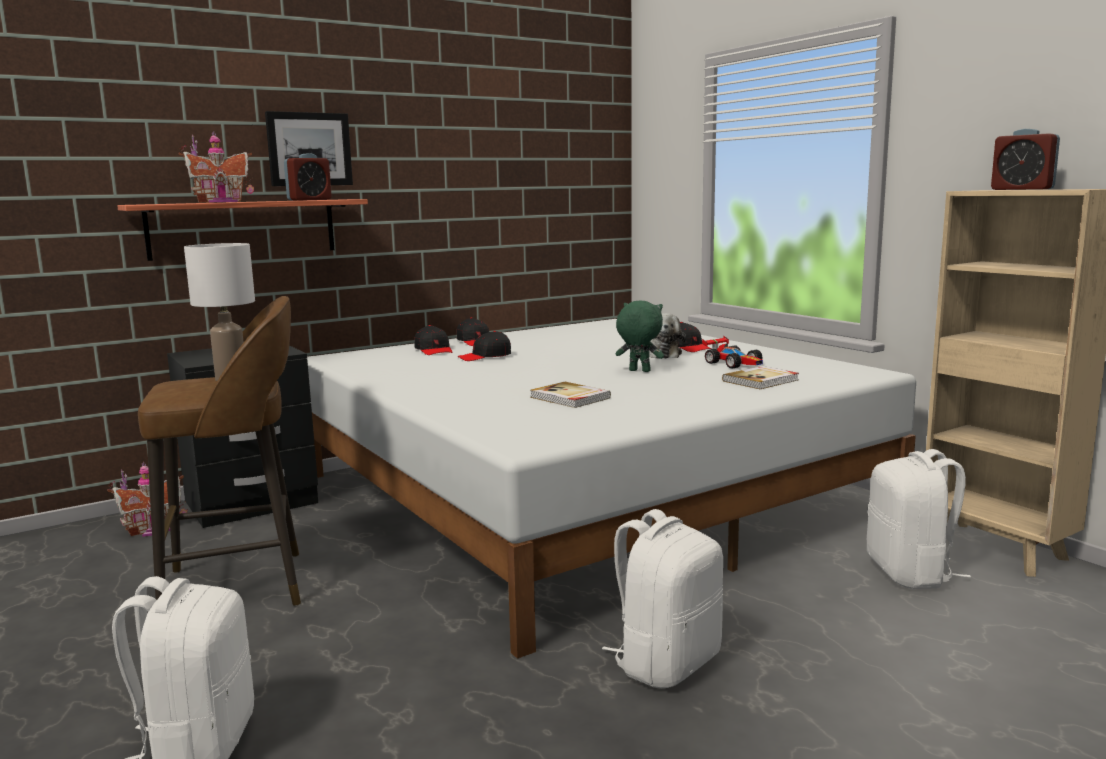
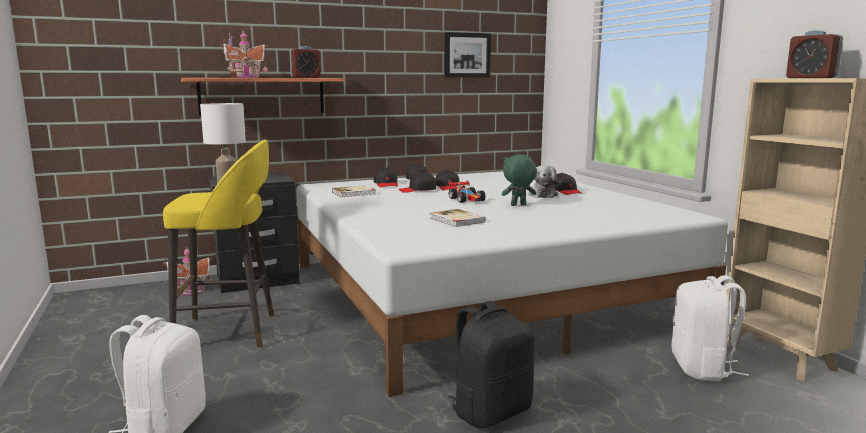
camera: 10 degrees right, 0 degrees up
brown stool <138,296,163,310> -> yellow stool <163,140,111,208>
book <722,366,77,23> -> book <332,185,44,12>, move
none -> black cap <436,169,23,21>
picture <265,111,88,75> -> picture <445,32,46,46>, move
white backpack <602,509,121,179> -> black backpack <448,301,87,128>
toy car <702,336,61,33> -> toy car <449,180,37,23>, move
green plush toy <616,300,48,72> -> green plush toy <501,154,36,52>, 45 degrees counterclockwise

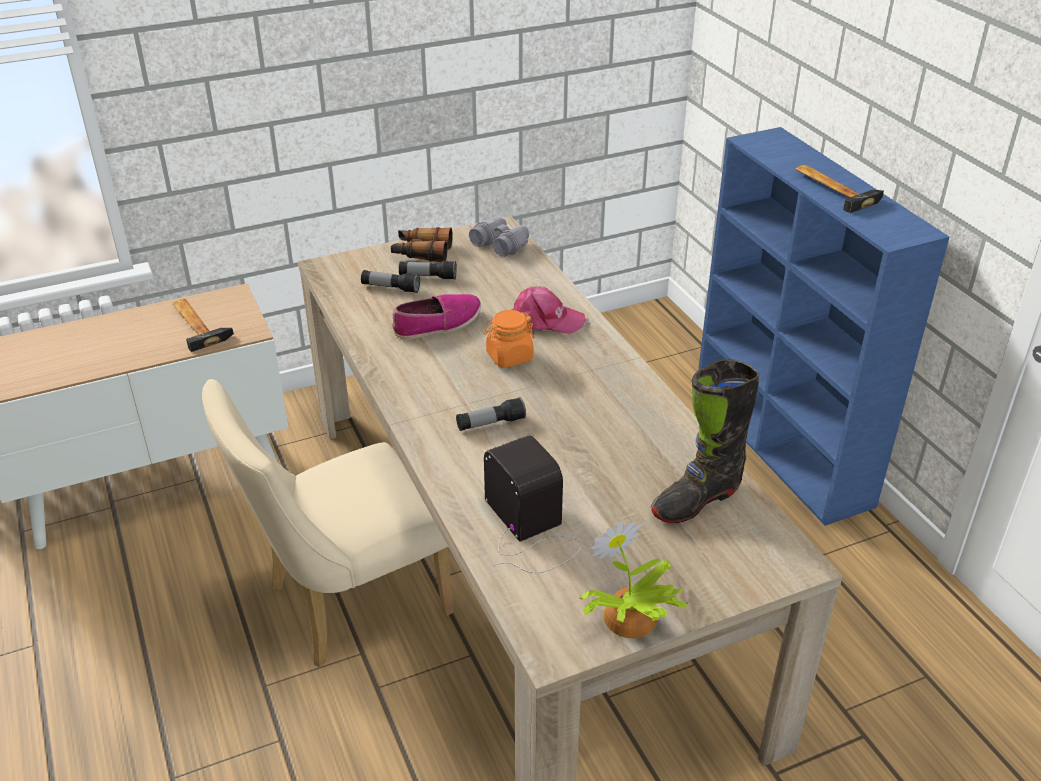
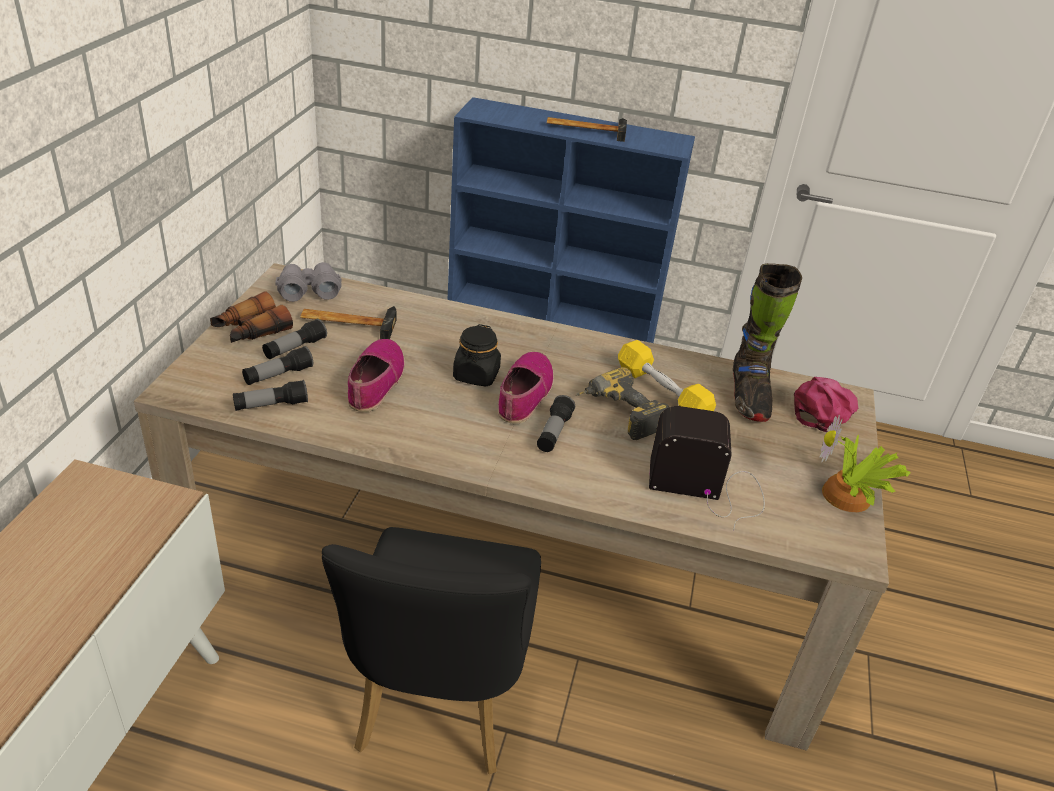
camera: 55 degrees left, 0 degrees up
none -> flashlight <233,380,75,31>
hammer <172,299,61,53> -> hammer <300,306,97,33>, move
beige chair <202,379,252,288> -> black chair <322,527,219,247>
orange jar <484,310,50,58> -> black jar <453,324,48,62>
none -> shoe <498,352,56,72>
none -> power drill <576,367,93,73>
none -> yellow dumbbell <618,340,98,71>
pink cap <513,287,72,47> -> pink cap <794,377,64,55>, move

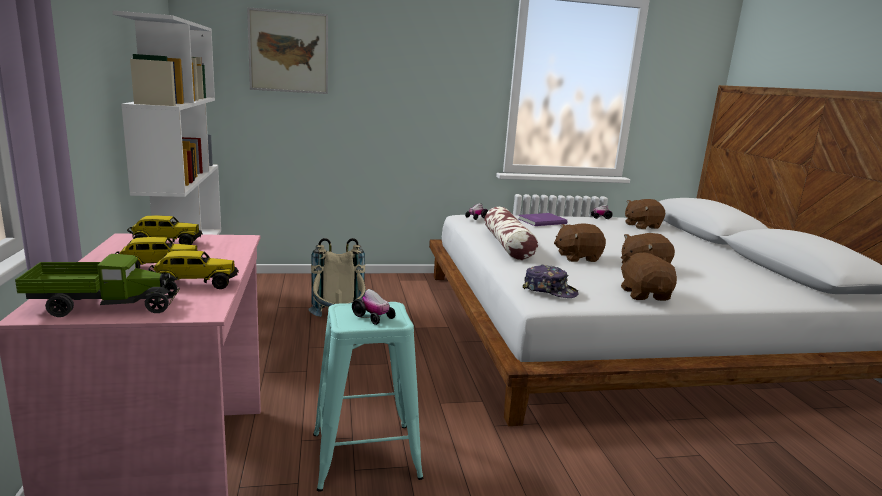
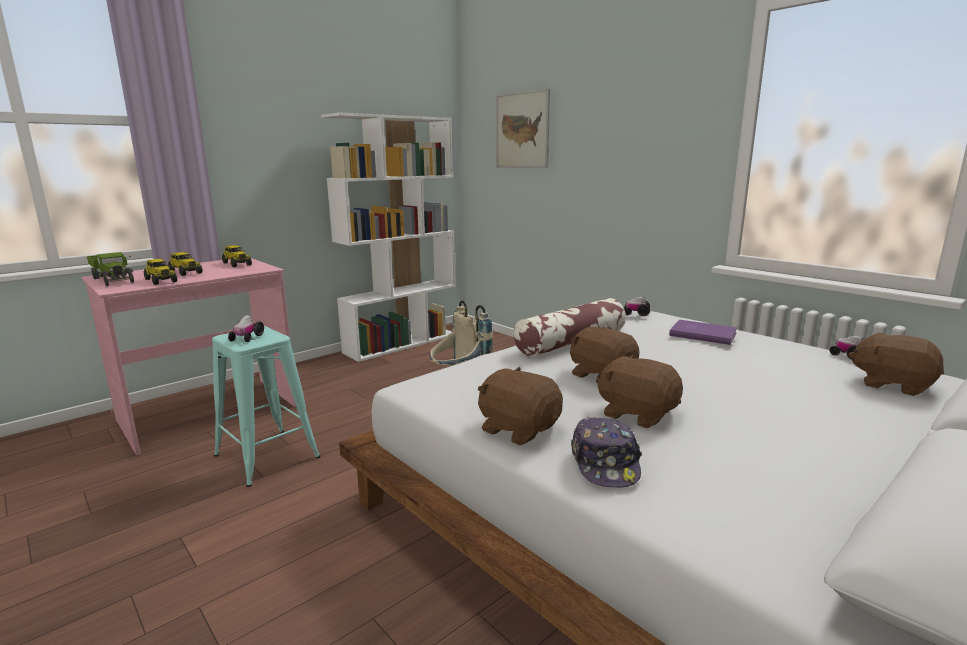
camera: 60 degrees right, 0 degrees up
brown plush toy <621,252,56,49> -> brown plush toy <478,367,85,78>, 105 degrees counterclockwise
cap <522,264,57,34> -> cap <571,417,71,71>, move

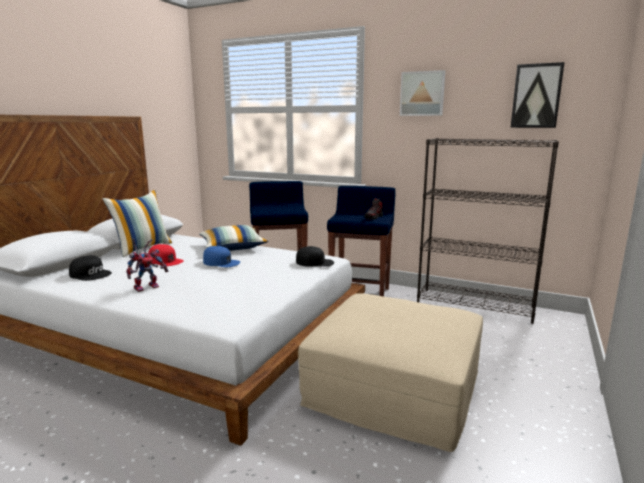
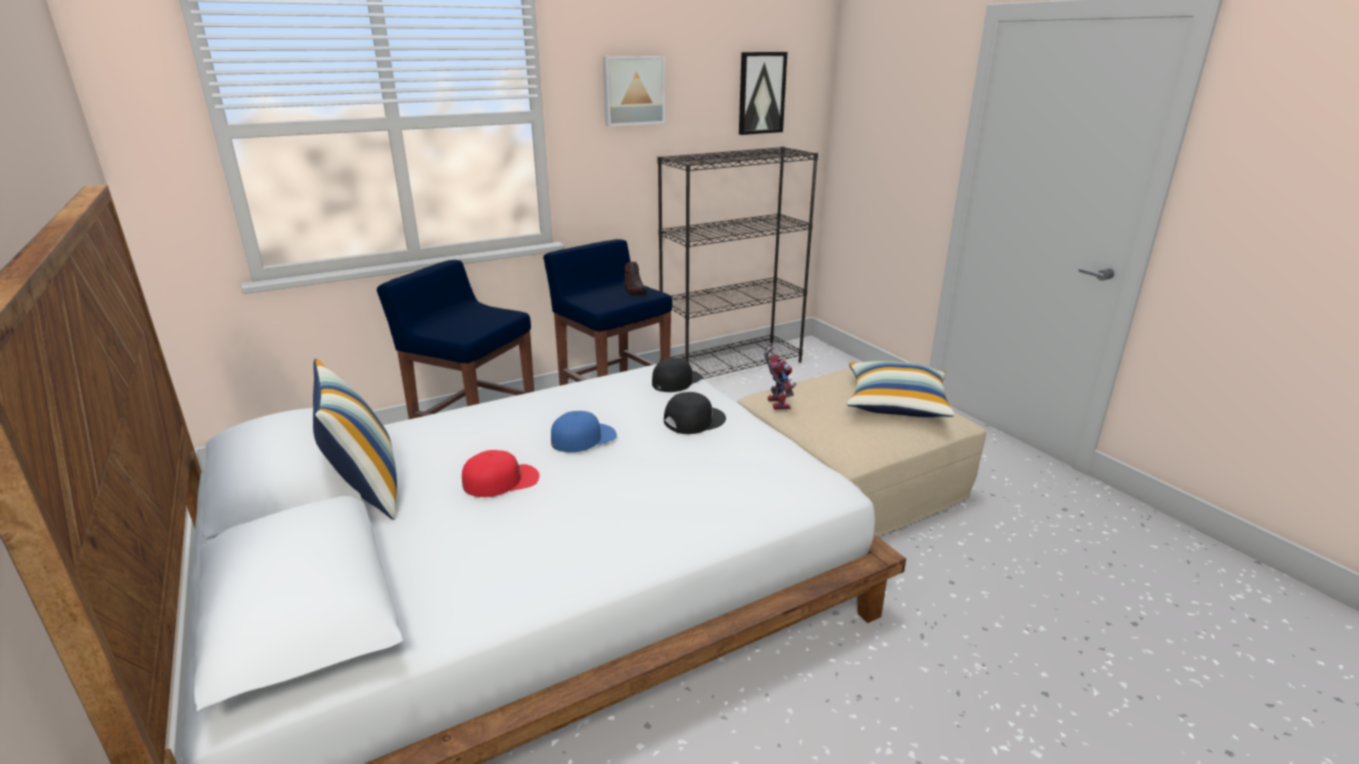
camera: 55 degrees left, 10 degrees up
black cap <69,255,43,26> -> black cap <664,392,62,42>, move
toy robot <126,238,43,54> -> toy robot <764,343,33,67>, move
pillow <199,225,69,26> -> pillow <846,361,109,56>, move

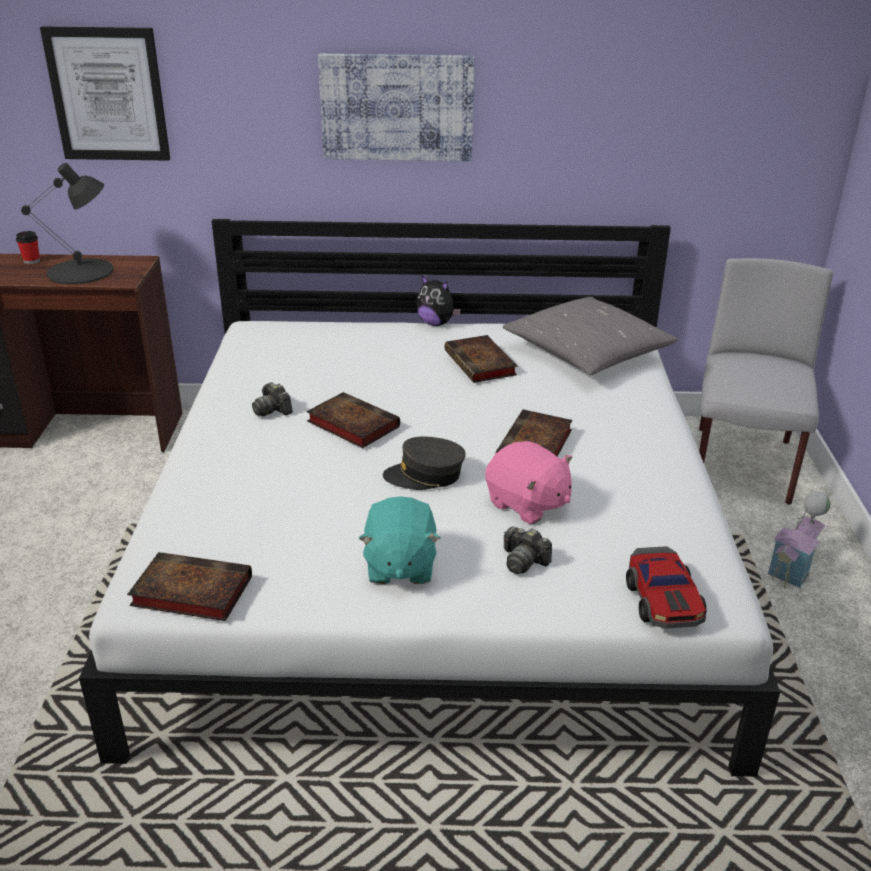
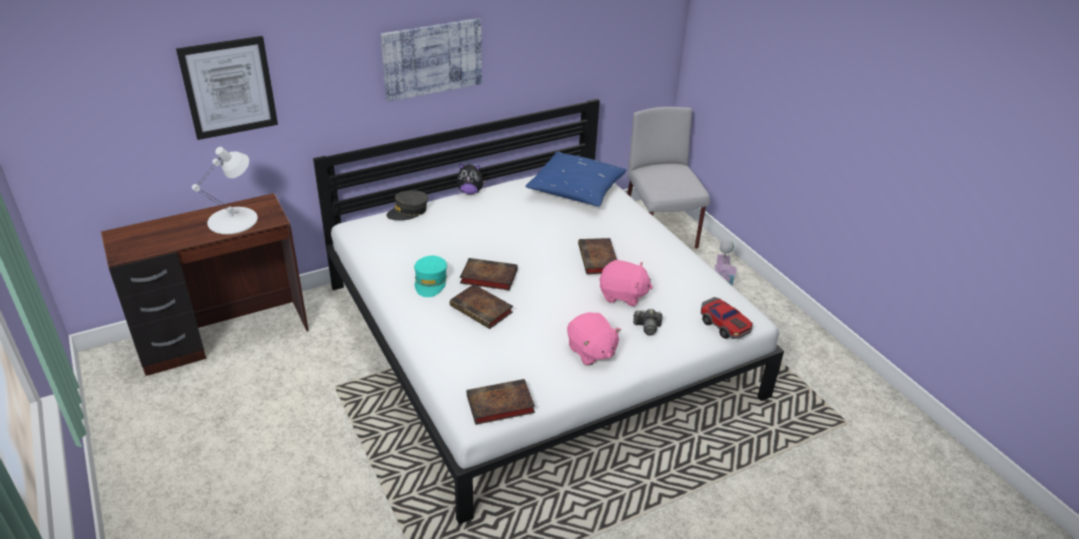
camera: 30 degrees left, 5 degrees up
black table lamp <21,163,93,121> -> white table lamp <192,147,66,87>
grey cap <383,437,83,53> -> grey cap <386,190,42,30>, move
photo camera <252,382,41,35> -> turquoise cap <414,256,33,41>
book <445,335,72,48> -> book <450,284,63,45>, move
grey pillow <503,297,175,78> -> blue pillow <525,151,102,56>
turquoise plush toy <358,496,83,88> -> pink plush toy <567,312,54,53>
cup <16,231,24,33> -> none

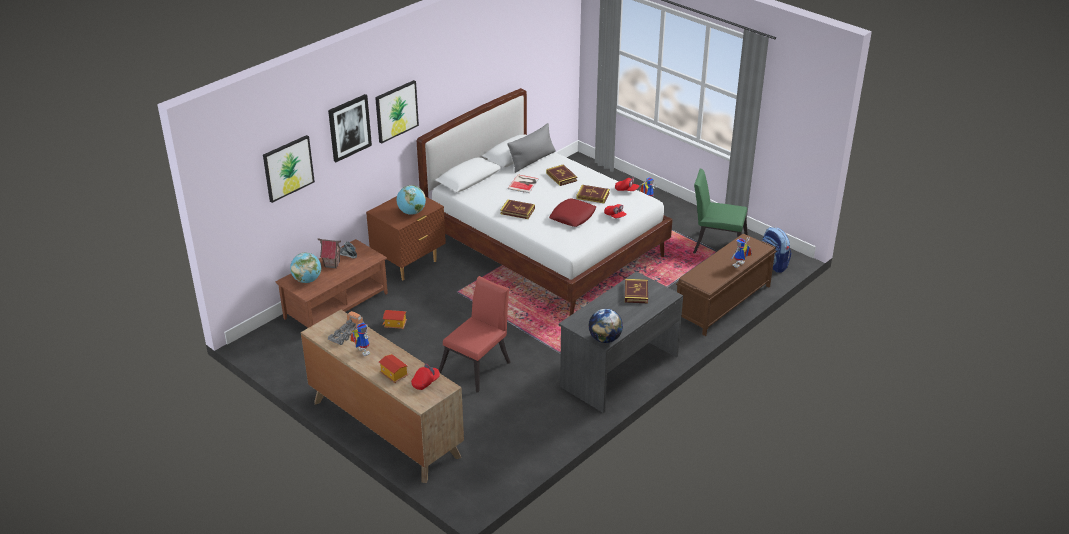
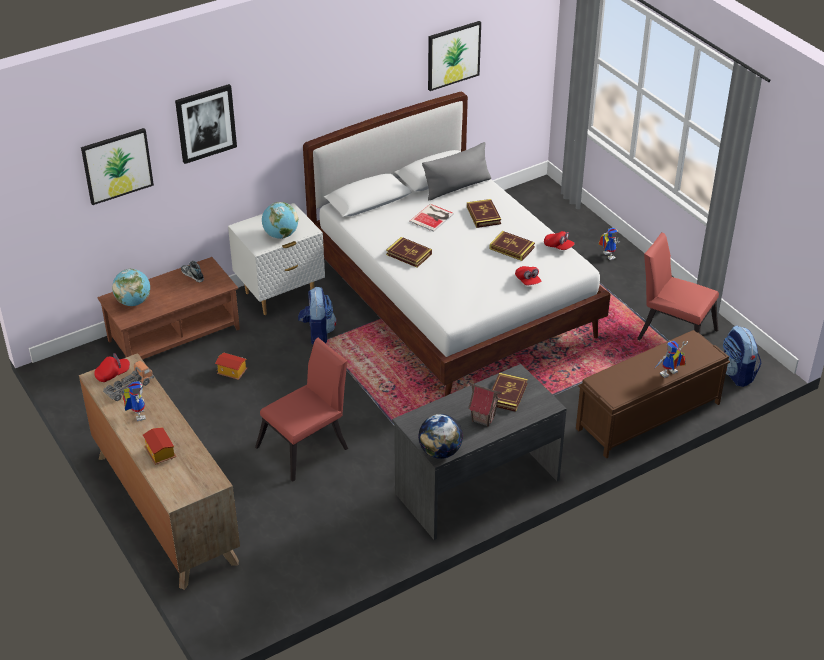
camera: 15 degrees right, 5 degrees up
red cap <411,364,29,26> -> red cap <94,353,36,29>, move
brown nightstand <366,196,80,84> -> white nightstand <228,203,97,112>
none -> backpack <298,287,38,58>
picture <375,80,44,64> -> picture <428,21,53,70>, move
toy house <317,238,24,31> -> toy house <468,382,33,45>, move
green chair <693,168,55,85> -> red chair <637,232,82,108>
red pillow <549,199,47,28> -> none

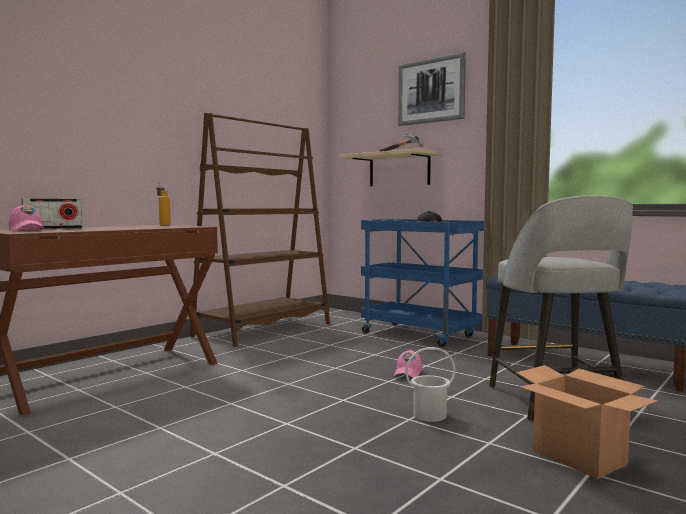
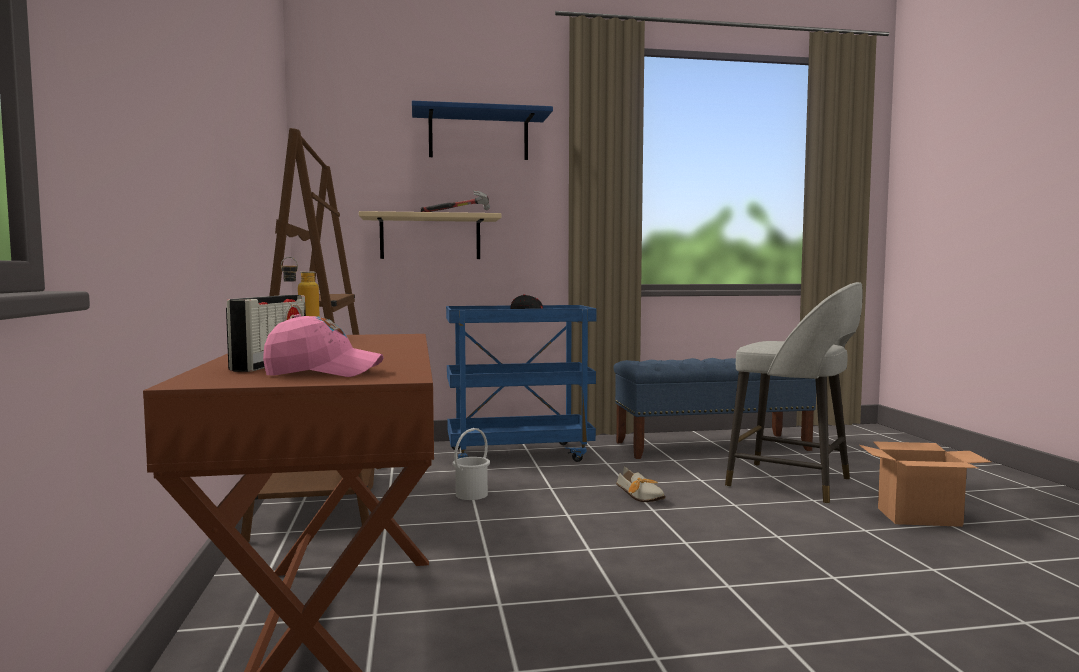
camera: 50 degrees left, 0 degrees up
picture <398,52,68,74> -> blue shelf <412,101,141,59>
white bucket <406,347,50,75> -> white bucket <453,428,37,72>, move
pink cap <394,350,28,28> -> shoe <616,466,49,36>

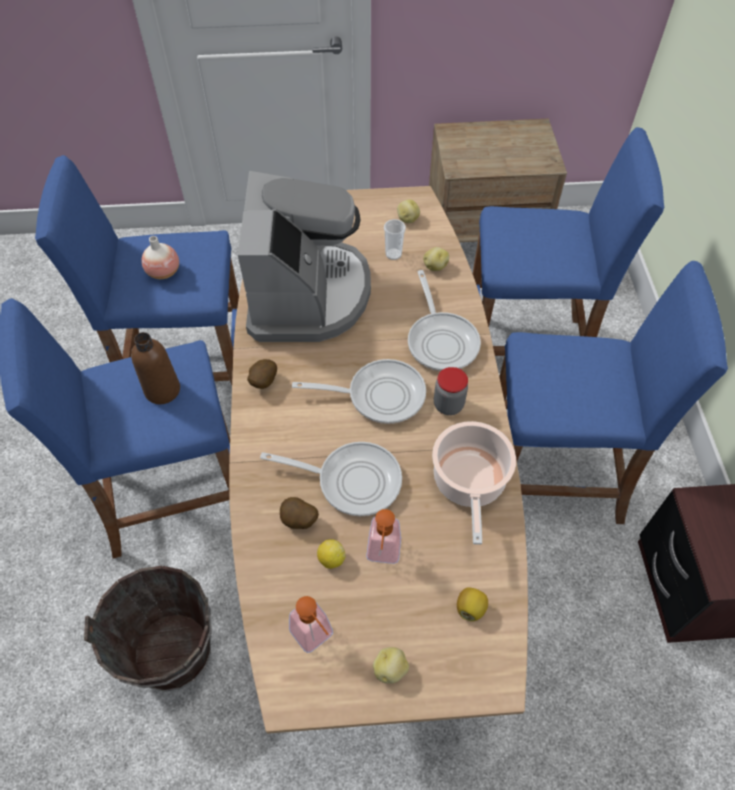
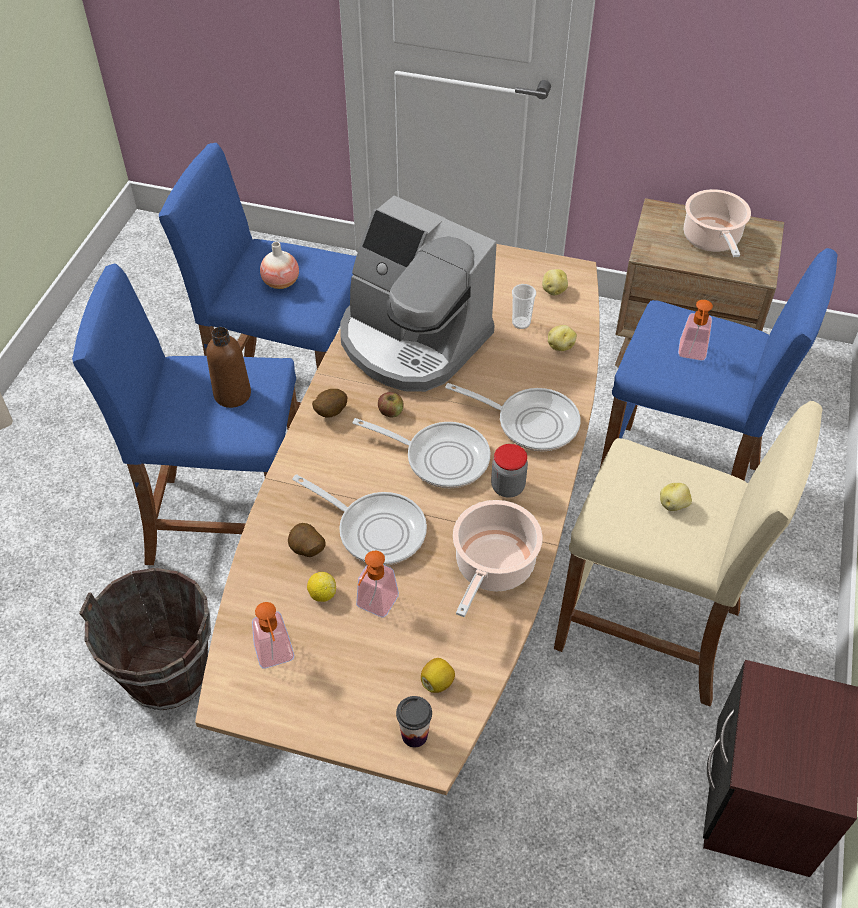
camera: 20 degrees right, 5 degrees down
coffee machine <238,171,133,171> -> coffee machine <340,196,157,196>, 105 degrees clockwise
none -> apple <378,392,26,26>
none -> cup <396,696,36,51>
frying pan <408,270,73,101> -> frying pan <445,383,135,69>, 75 degrees counterclockwise
blue stool <499,261,229,263> -> beige stool <554,401,269,306>
potato <373,647,36,37> -> potato <660,483,32,28>, move
none -> soap dispenser <678,300,35,61>
none -> cooking pot <684,189,67,68>

